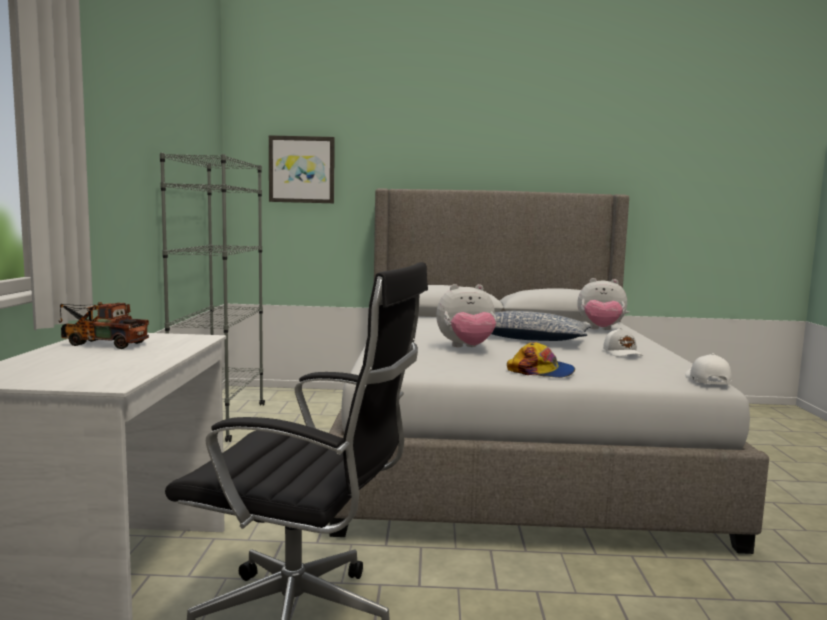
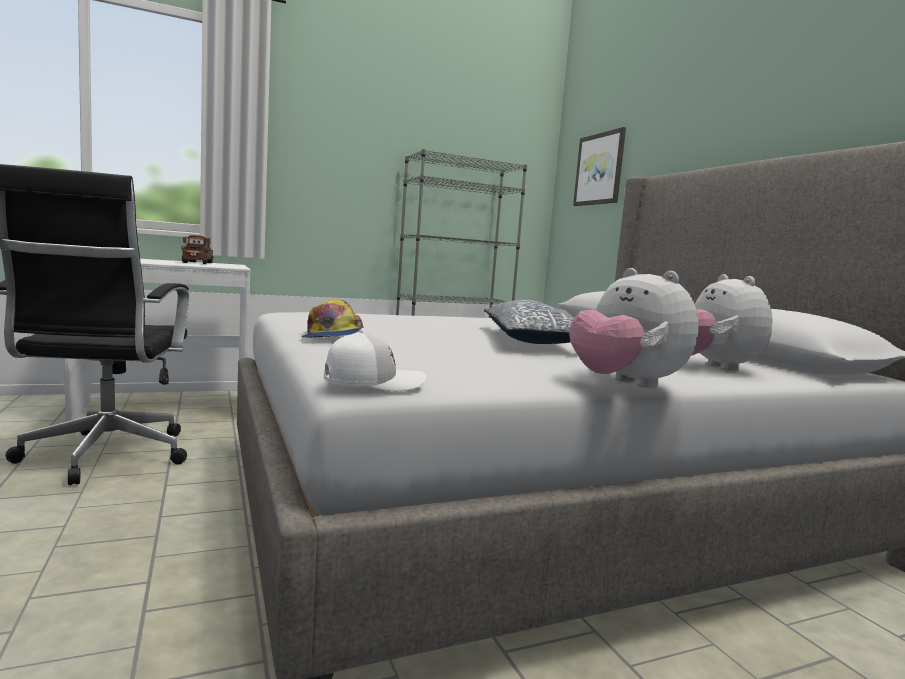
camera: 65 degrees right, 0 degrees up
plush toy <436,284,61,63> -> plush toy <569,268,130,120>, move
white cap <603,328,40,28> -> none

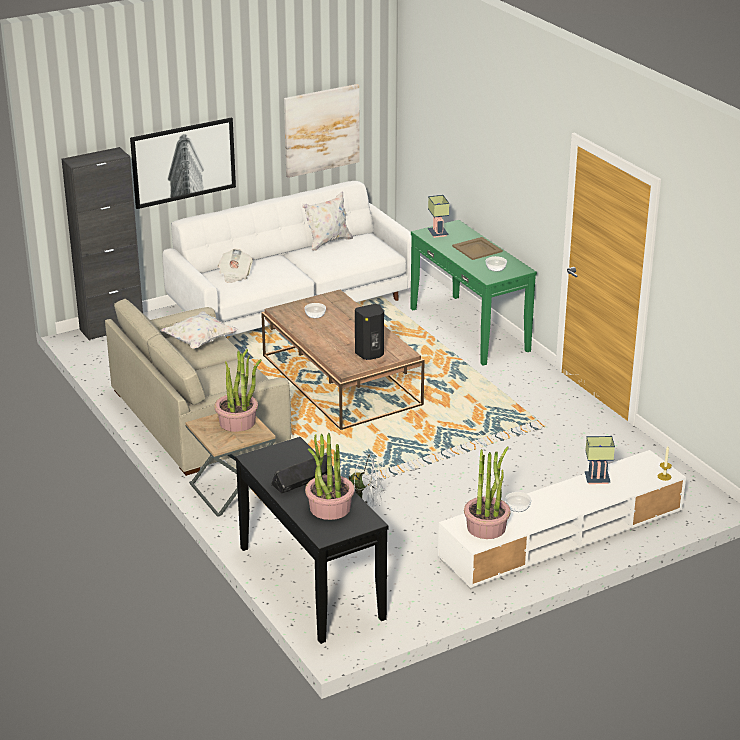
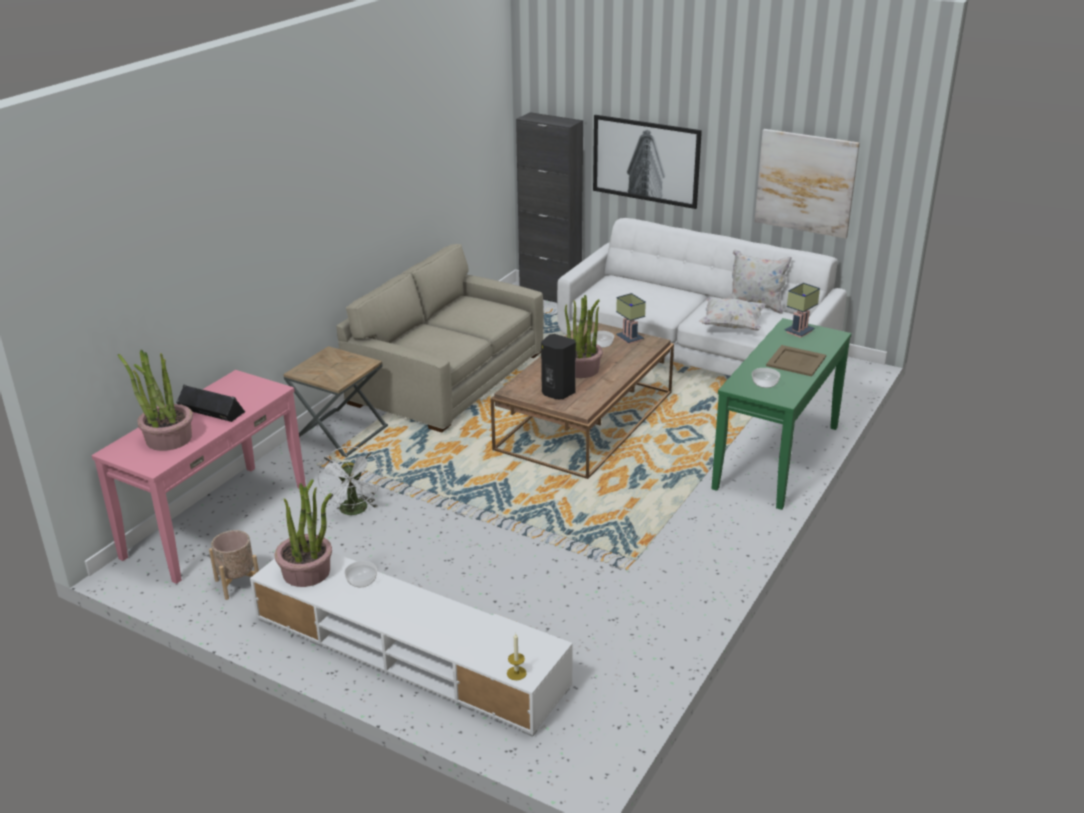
camera: 60 degrees right, 0 degrees up
black console table <235,437,154,207> -> pink console table <92,370,214,214>
none -> beige planter <209,530,50,70>
potted plant <214,349,47,83> -> potted plant <565,295,38,83>, move
table lamp <585,436,30,48> -> table lamp <616,293,30,51>, move
white pillow <160,311,78,38> -> white pillow <699,298,67,32>, move
newspaper <218,249,35,34> -> none

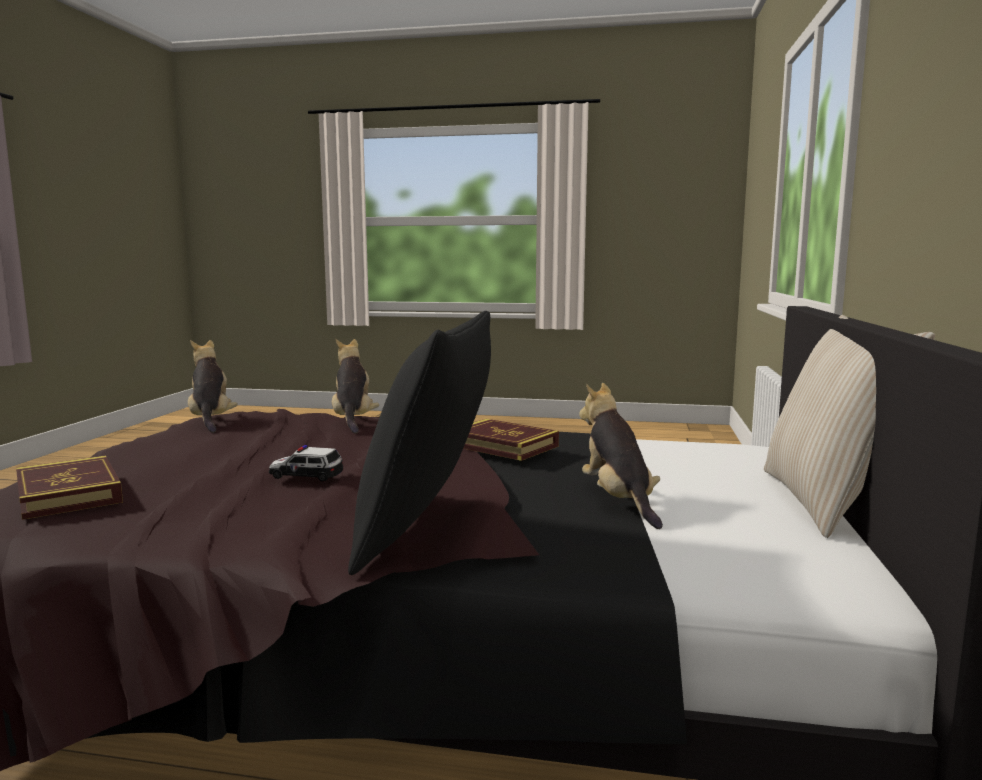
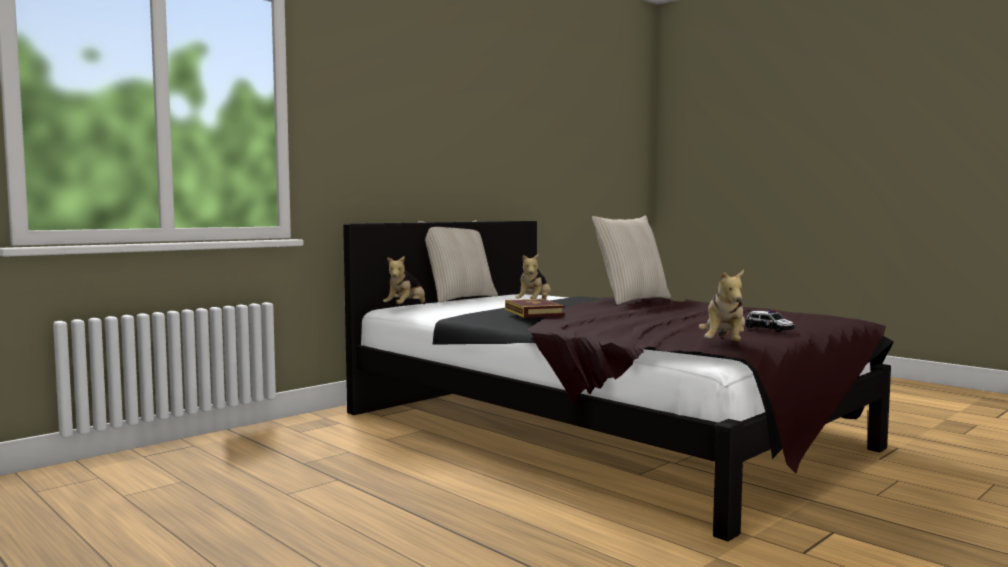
camera: 145 degrees left, 5 degrees down
plush toy <332,339,47,95> -> plush toy <383,256,42,48>, move
black pillow <348,311,143,264> -> beige pillow <592,216,79,89>
toy car <269,445,74,37> -> toy car <745,310,50,22>, move
book <16,456,107,64> -> none

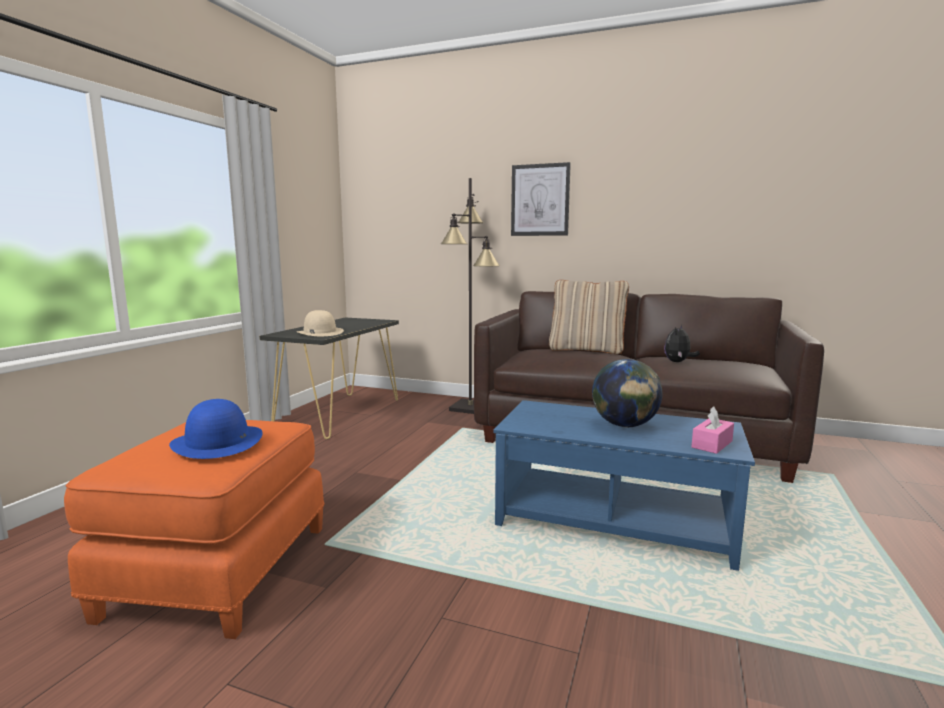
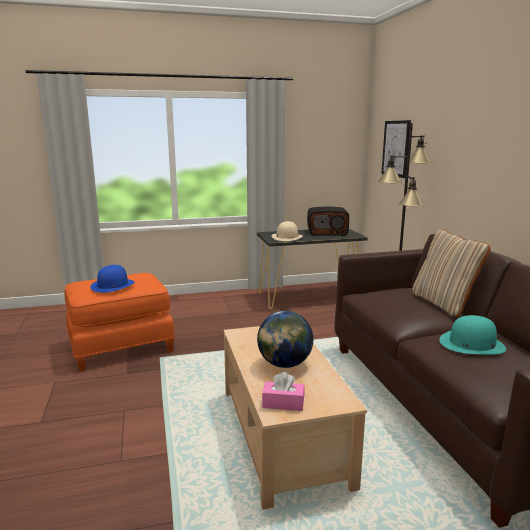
camera: 55 degrees right, 5 degrees up
blue coffee table <493,400,262,171> -> beige coffee table <224,326,143,184>
none -> radio <307,206,42,30>
picture <511,162,60,74> -> picture <381,120,30,58>, move
plush toy <664,325,36,37> -> turquoise hat <440,315,66,39>

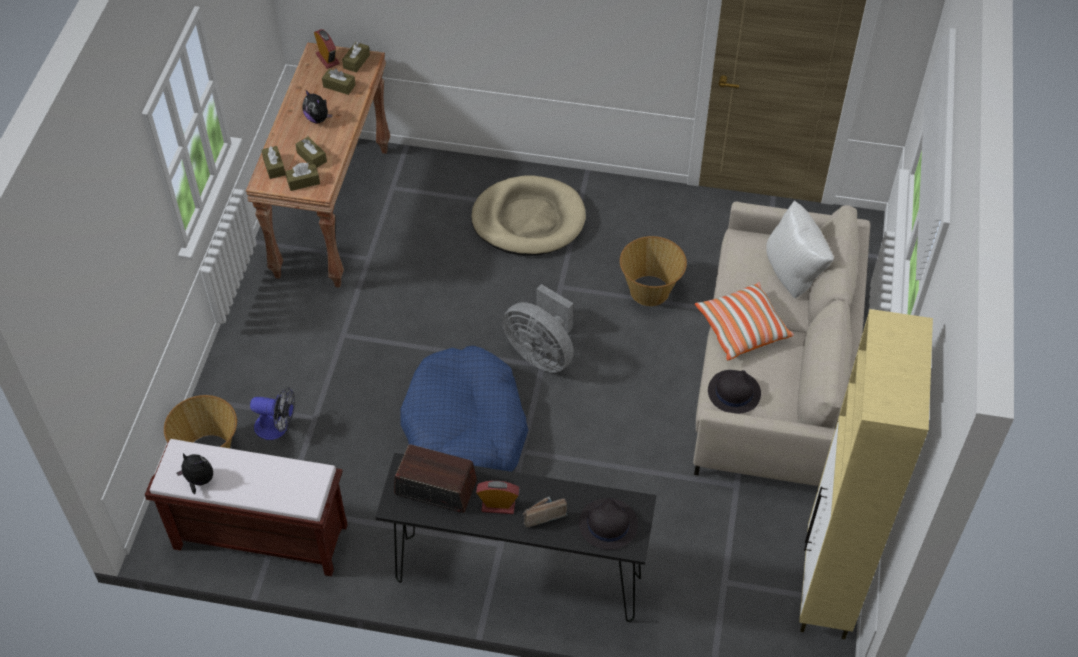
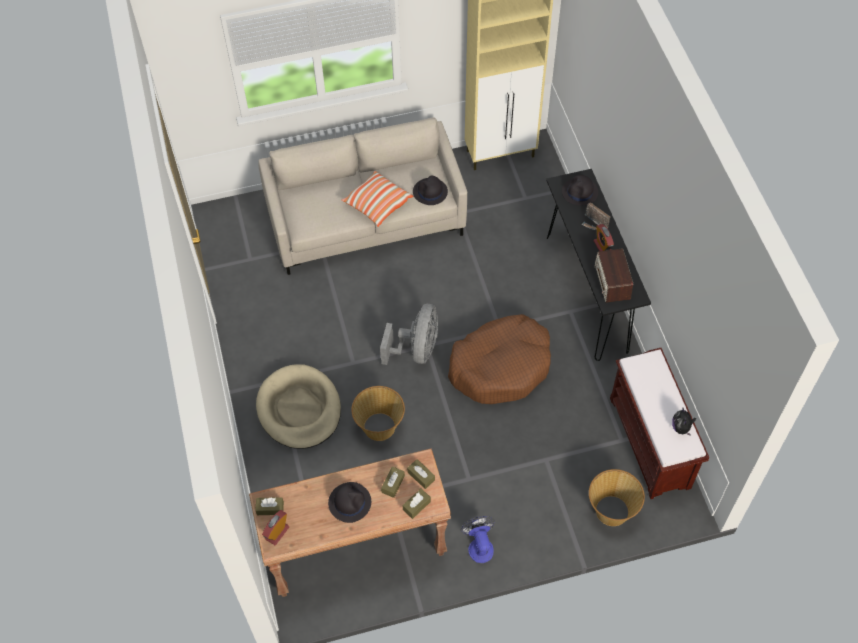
camera: 115 degrees left, 5 degrees up
plush toy <303,90,29,33> -> black hat <328,482,43,41>
basket <620,236,67,70> -> basket <351,386,54,55>, move
blue dog bed <400,345,128,127> -> brown dog bed <448,314,103,90>
fan <250,387,45,53> -> fan <461,516,34,47>, move
brown tissue box <322,69,34,26> -> none
white pillow <766,200,68,98> -> none

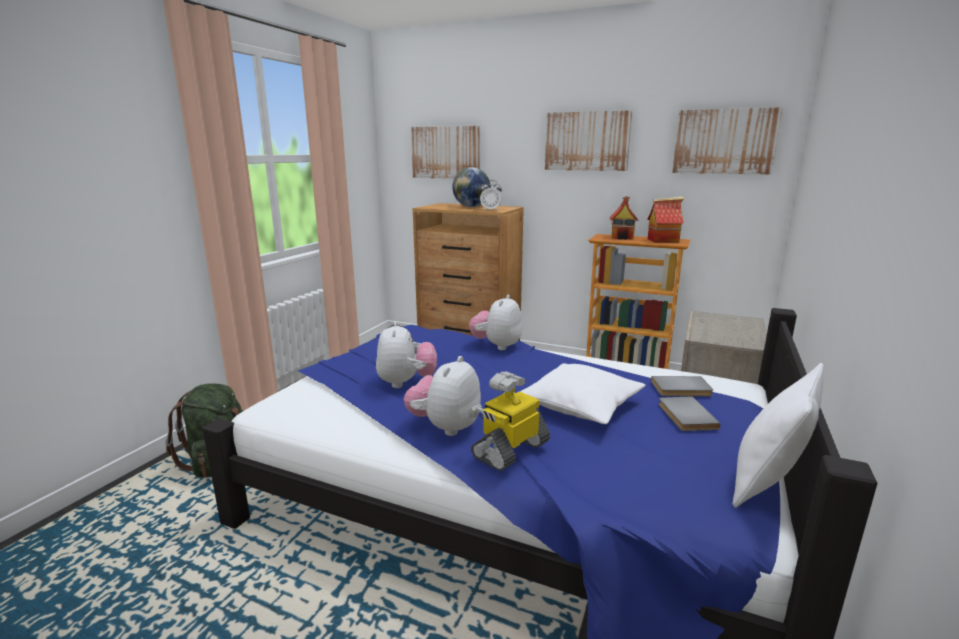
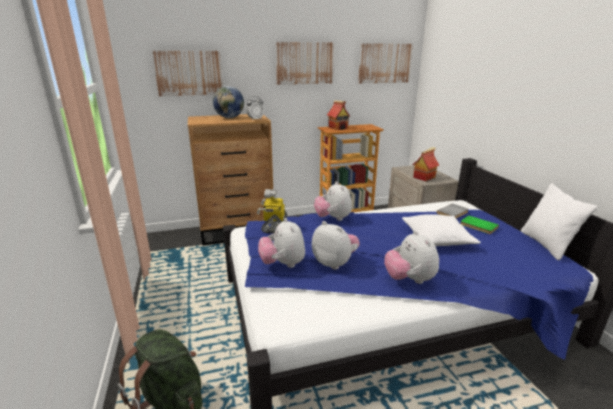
camera: 40 degrees left, 5 degrees up
toy robot <468,371,82,100> -> toy robot <257,189,30,44>, move
none -> plush toy <258,218,47,50>
toy house <647,197,37,45> -> toy house <413,147,27,34>, move
grey book <659,397,62,34> -> green book <461,215,38,19>

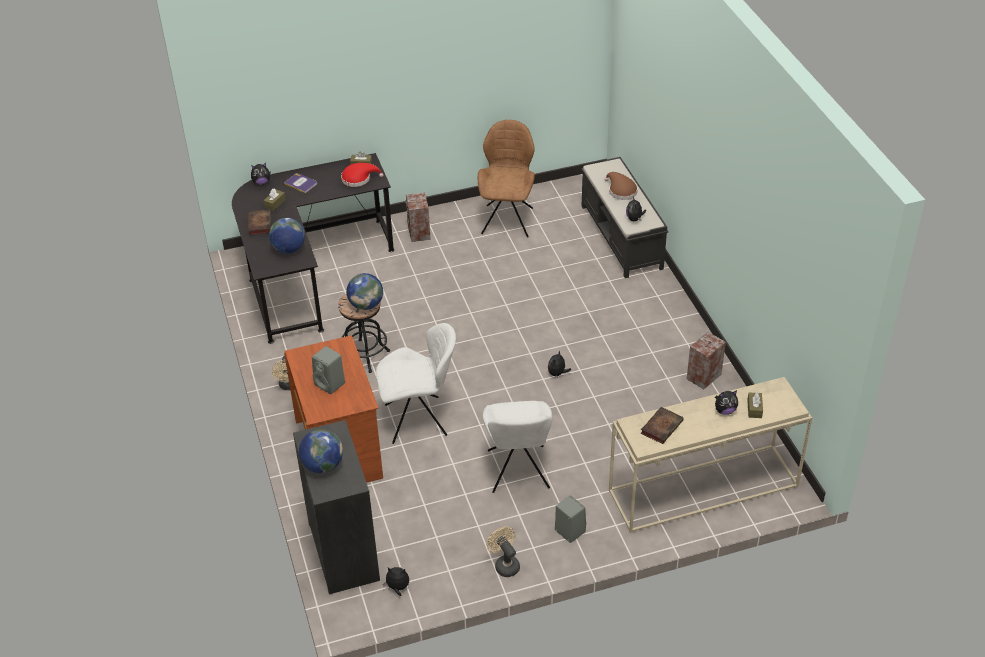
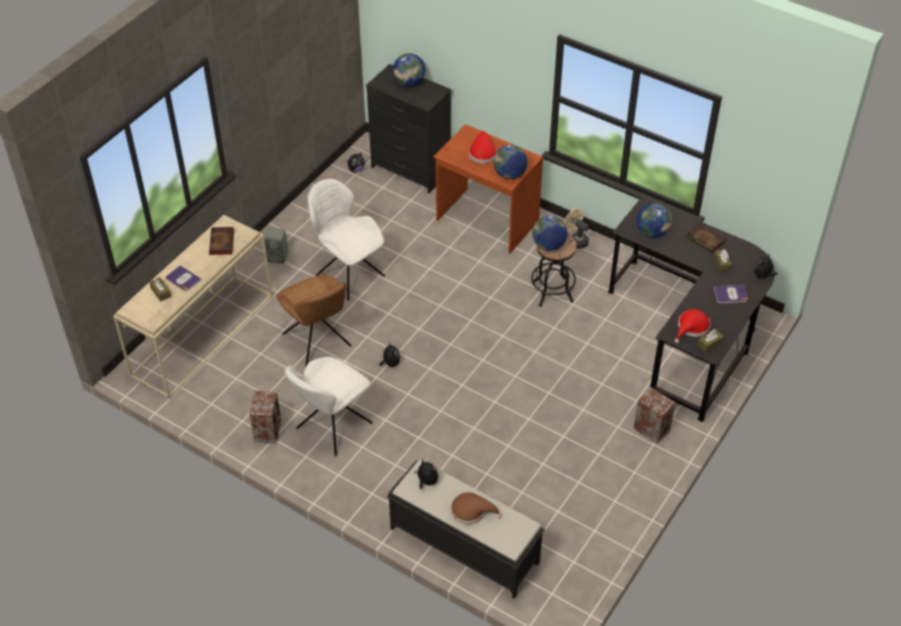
camera: 140 degrees right, 5 degrees up
plush toy <715,390,23,25> -> book <166,265,36,27>
brown chair <478,120,57,117> -> brown chair <277,274,75,92>, move
white chair <376,323,80,121> -> white chair <285,357,88,99>, move
grey speaker <312,346,33,48> -> red hat <469,131,28,32>
none -> globe <493,145,35,34>
beige fan <486,527,34,50> -> none

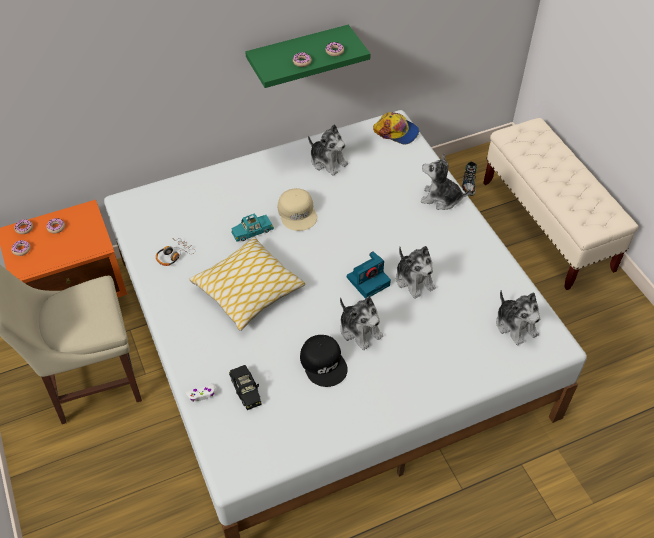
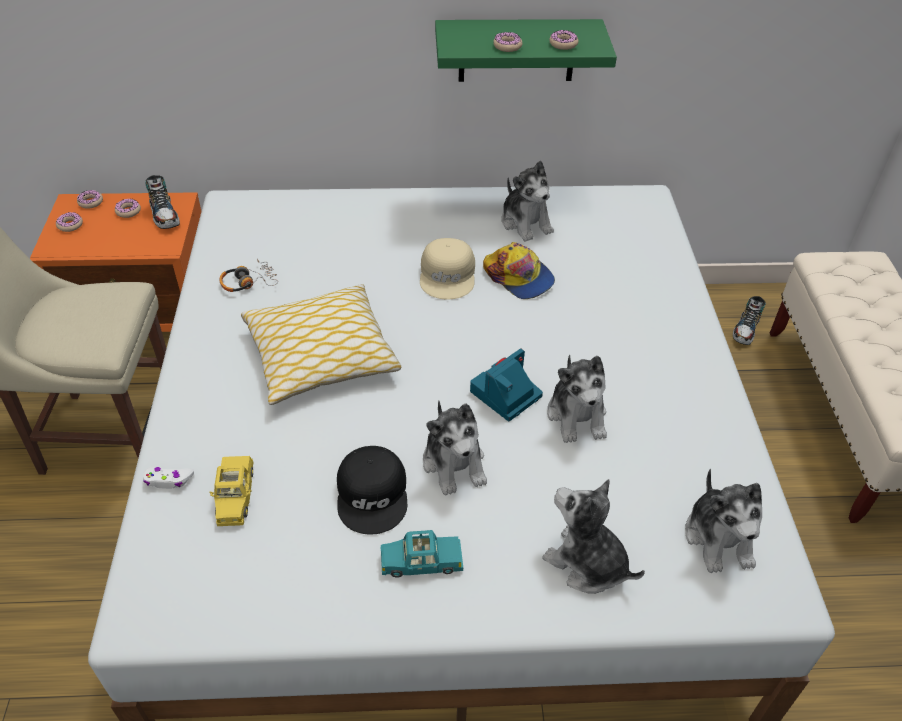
camera: 20 degrees right, 5 degrees down
none -> shoe <145,175,35,54>
black toy car <229,365,33,45> -> yellow toy car <209,456,44,70>
turquoise toy car <231,214,43,28> -> turquoise toy car <381,530,82,47>, move
photo camera <347,251,44,48> -> photo camera <470,348,73,73>, 150 degrees clockwise
cap <373,112,46,32> -> cap <483,242,72,57>, move
plush toy <421,154,50,56> -> plush toy <542,479,103,115>, move

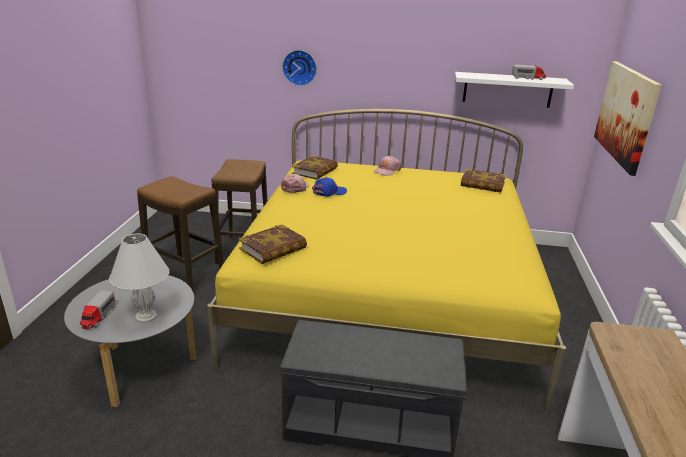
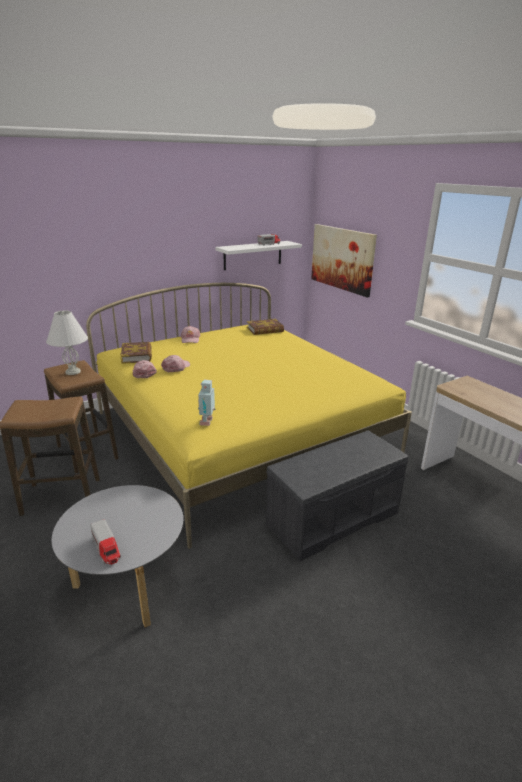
camera: 40 degrees left, 0 degrees up
white table lamp <109,233,60,90> -> white table lamp <46,310,42,65>, move
blue cap <312,177,35,20> -> pink cap <161,355,29,18>
book <239,224,68,40> -> toy robot <198,379,18,47>
wall clock <282,50,35,36> -> none

